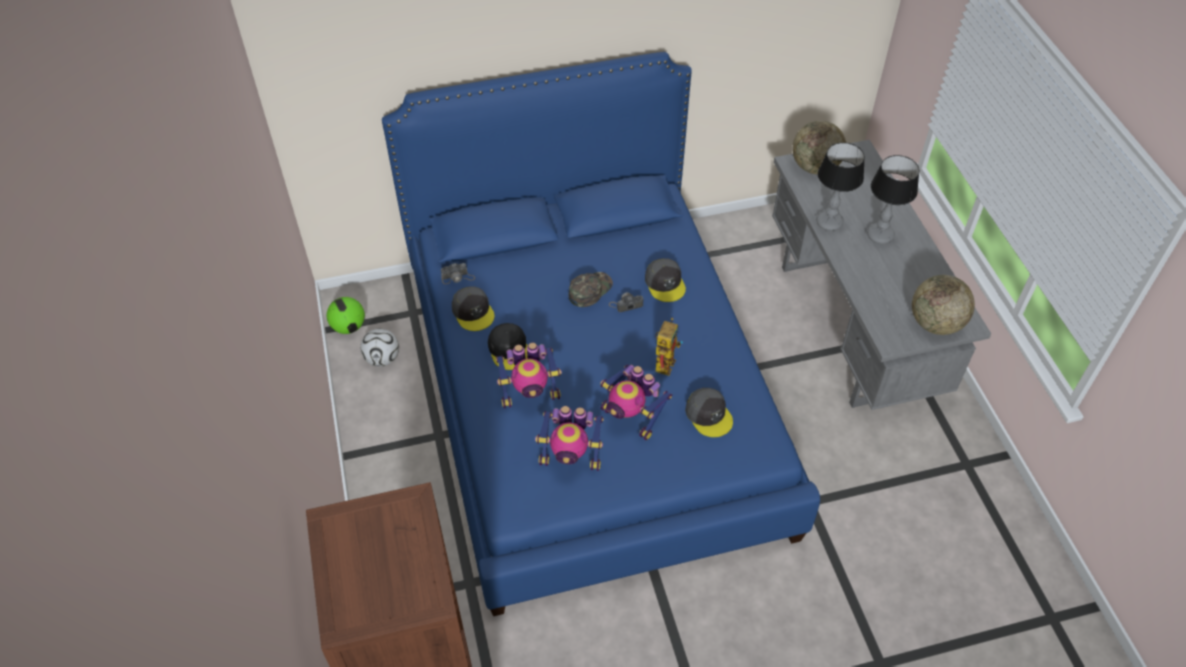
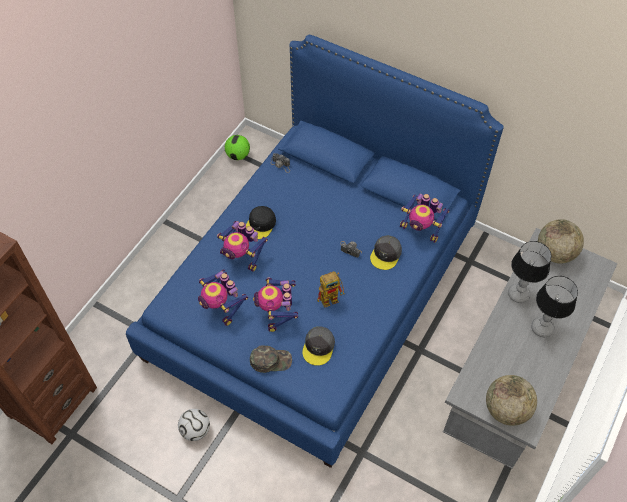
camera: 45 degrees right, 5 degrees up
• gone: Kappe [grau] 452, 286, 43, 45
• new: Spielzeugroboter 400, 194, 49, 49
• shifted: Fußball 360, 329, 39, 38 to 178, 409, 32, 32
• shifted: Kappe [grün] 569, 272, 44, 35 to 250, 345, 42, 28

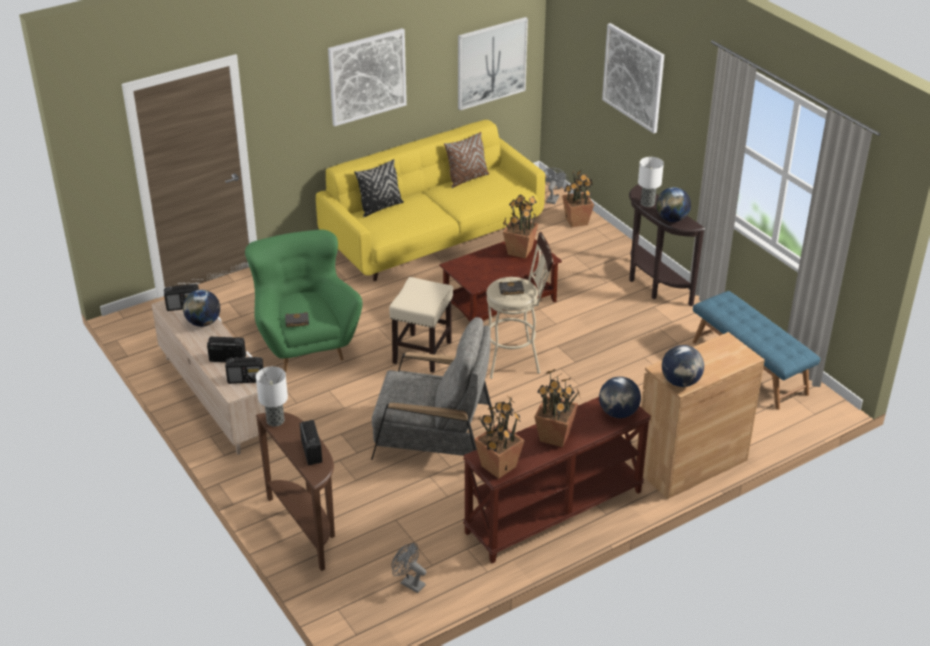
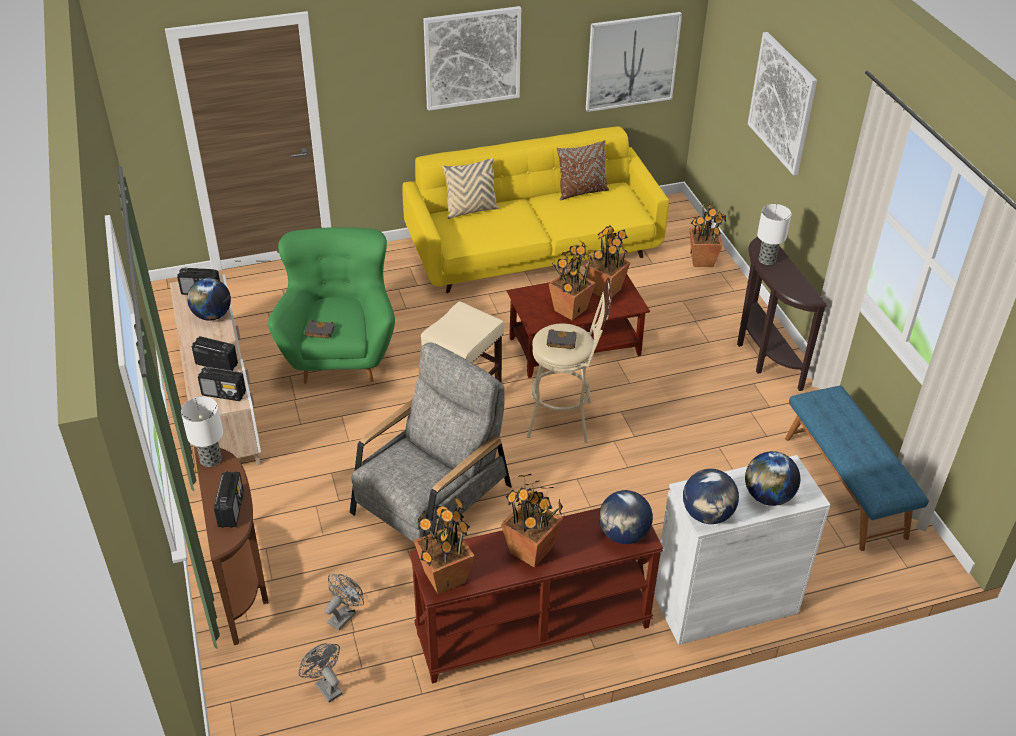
camera: 15 degrees right, 5 degrees up
• new: Topfpflanze 548, 241, 48, 79
• shifted: Ventilator [grau] 544, 168, 25, 36 to 325, 574, 39, 56
• shifted: Globus 656, 187, 35, 35 to 745, 451, 55, 55
• repainted: Kissen [schwarz] 354, 159, 50, 58 to Kissen [beige] 442, 158, 57, 61
• repainted: Schrank [braun] 636, 332, 129, 167 to Schrank [weiß] 654, 455, 176, 190
• rotated: Sessel [grau] 371, 317, 122, 143 = 350, 342, 162, 200 75 degrees counterclockwise

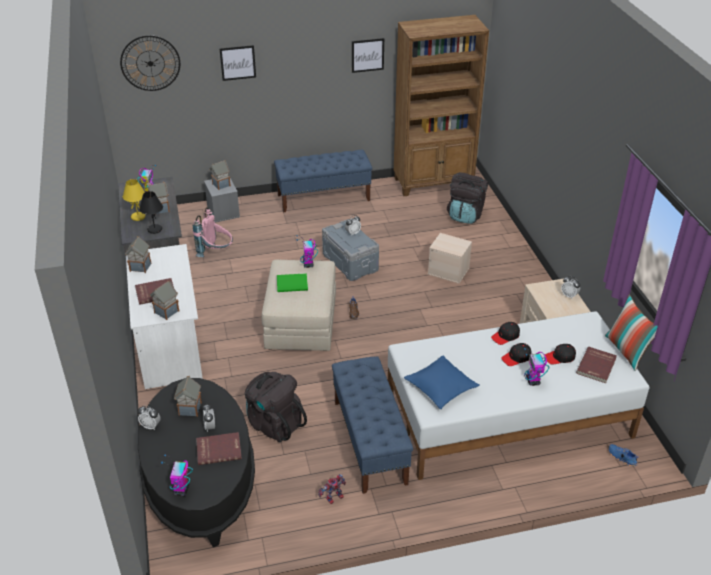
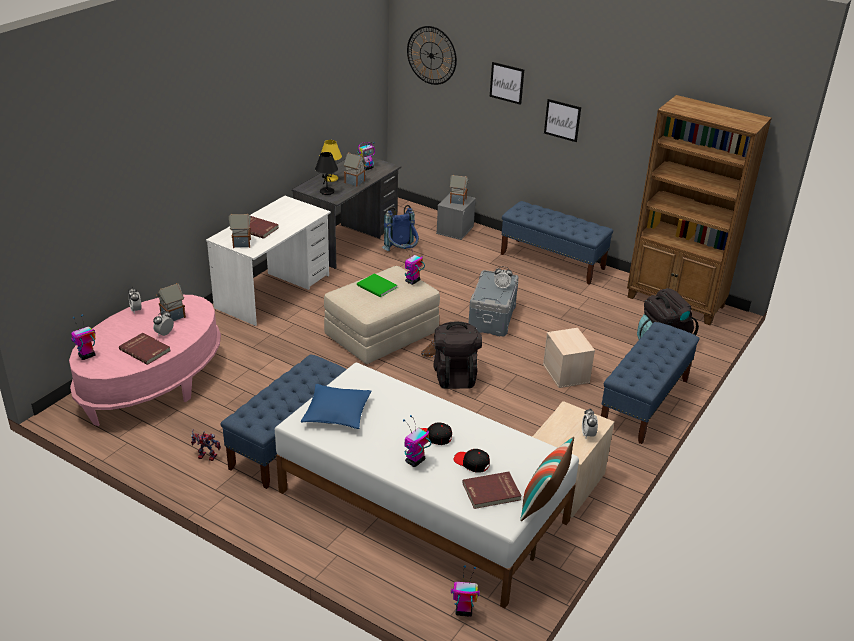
camera: 45 degrees right, 5 degrees down
• gone: Spielzeughaus 125, 236, 27, 37
• gone: Kappe [schwarz] 491, 322, 29, 23
• new: Bank [blau] 601, 322, 99, 122
• shifted: Rucksack [schwarz] 245, 372, 62, 70 to 433, 321, 49, 68
• shifted: Bild 352, 38, 32, 35 to 544, 99, 37, 43
• swapped: Schuh [blau] 609, 444, 29, 23 to Spielzeugroboter 451, 565, 29, 52
• repainted: Couchtisch [schwarz] 138, 378, 117, 169 to Couchtisch [rosa] 69, 295, 152, 131
• repainted: Rucksack [rosa] 193, 207, 40, 50 to Rucksack [blau] 382, 205, 37, 46

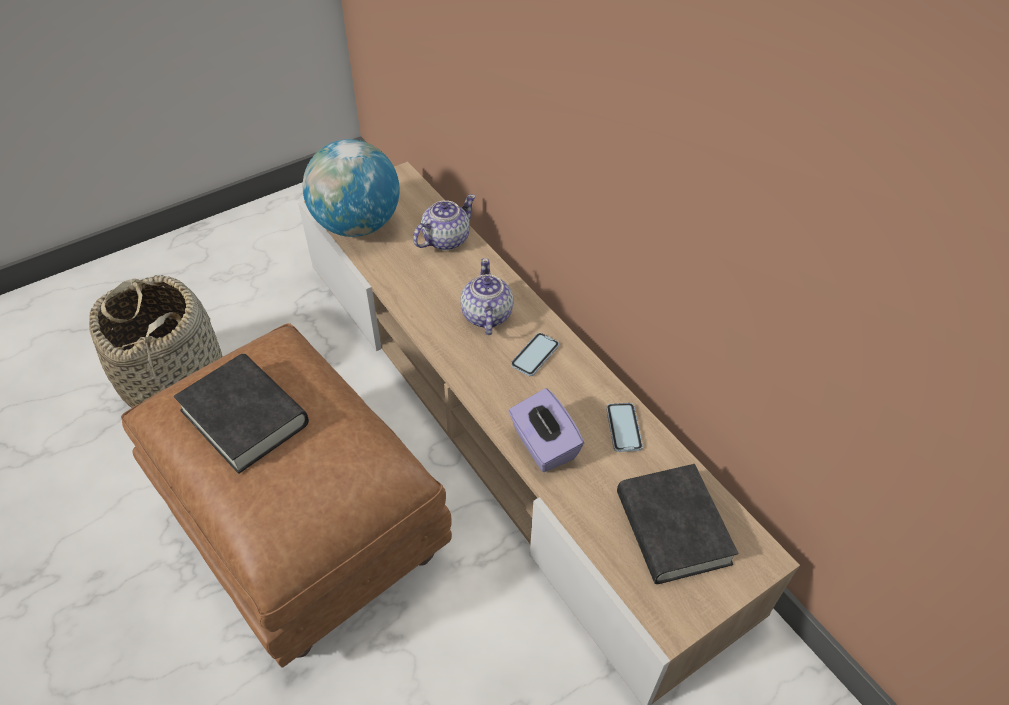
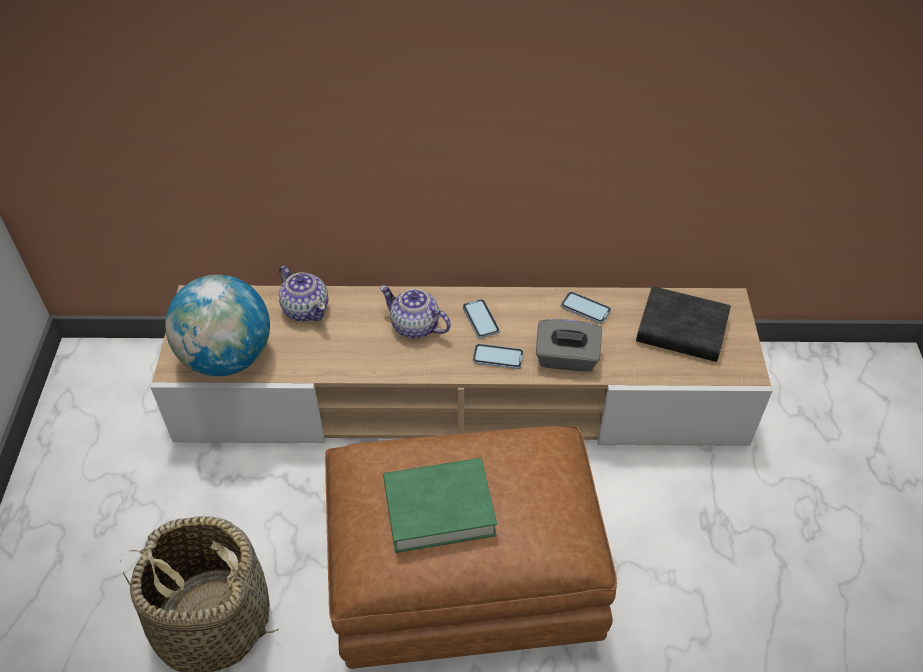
camera: 55 degrees left, 0 degrees up
• new: Handy 472, 344, 52, 25
• repainted: Buch [schwarz] 174, 353, 135, 121 to Buch [grün] 383, 458, 114, 95
• repainted: Taschentuchbox [lila] 508, 388, 76, 84 to Taschentuchbox [grau] 536, 319, 66, 53
• rotated: Teekanne 413, 194, 63, 56 = 279, 266, 50, 56 150 degrees clockwise

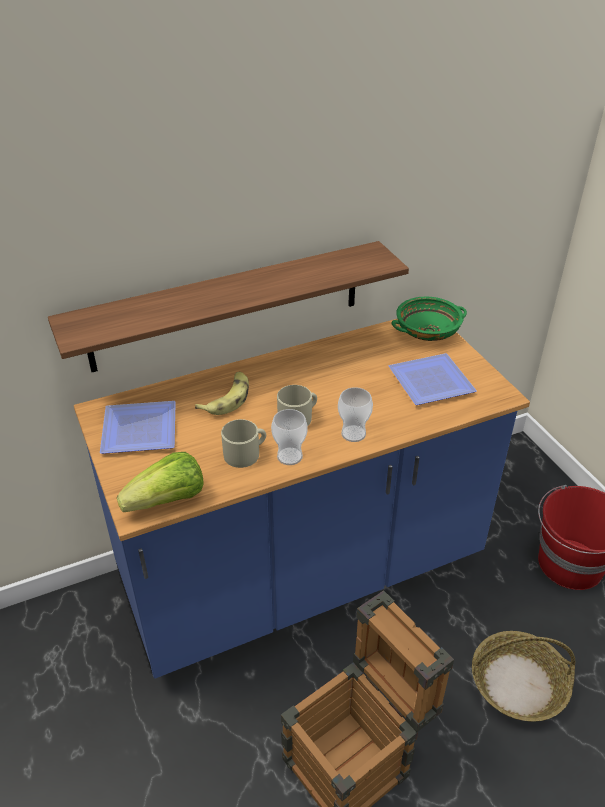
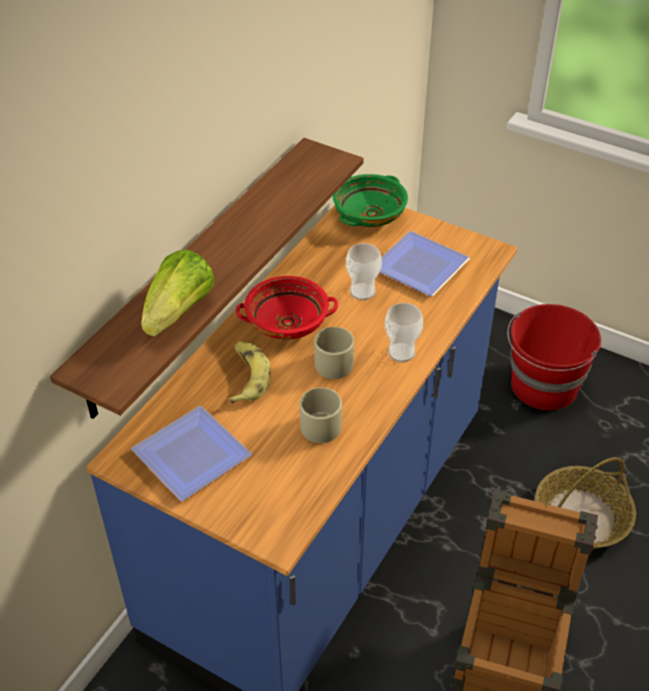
camera: 35 degrees left, 5 degrees up
• new: Schüssel [rot] 236, 276, 102, 64
• shifted: Salatkopf 117, 452, 87, 60 to 141, 249, 74, 87
• shifted: Tasse 271, 409, 37, 56 to 346, 243, 36, 57

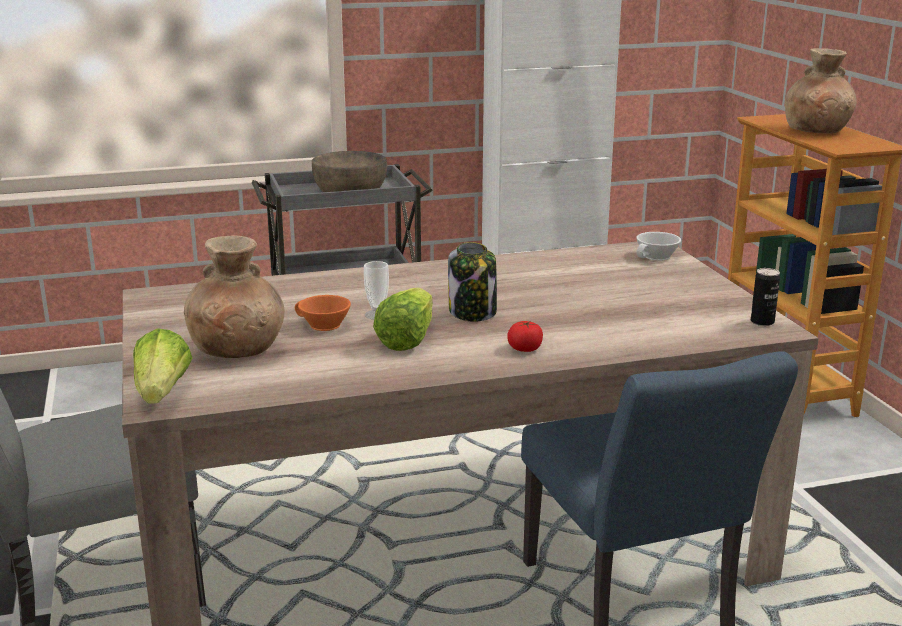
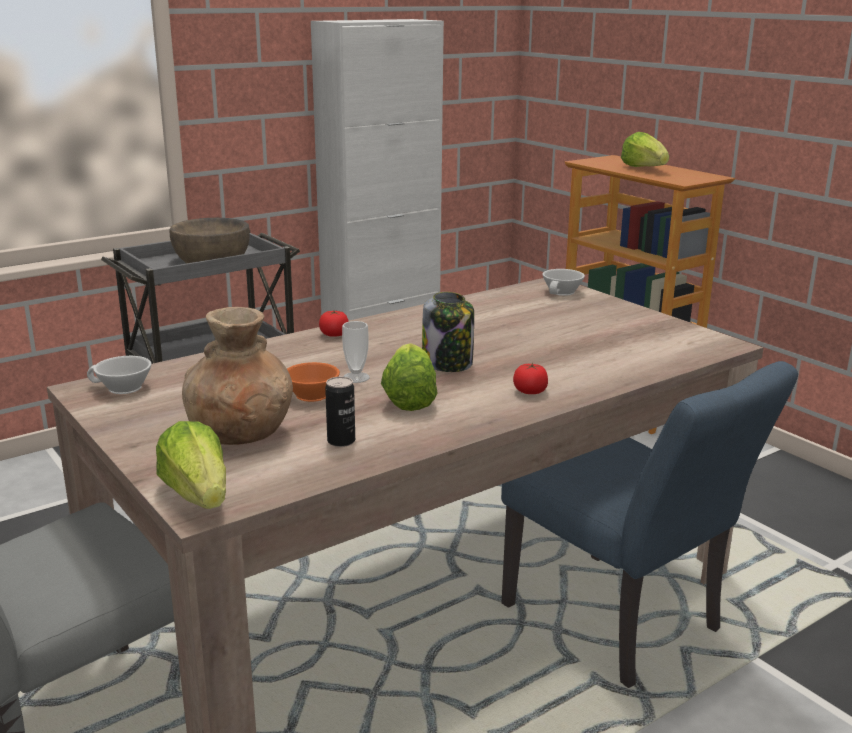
camera: 20 degrees left, 0 degrees up
• new: Tasse [weiß] 87, 356, 64, 38
• new: Tomate 319, 311, 30, 26
• shifted: Dose 751, 268, 29, 58 to 325, 377, 30, 70
• swapped: Vase [braun] 785, 48, 72, 86 to Salatkopf 621, 132, 48, 35

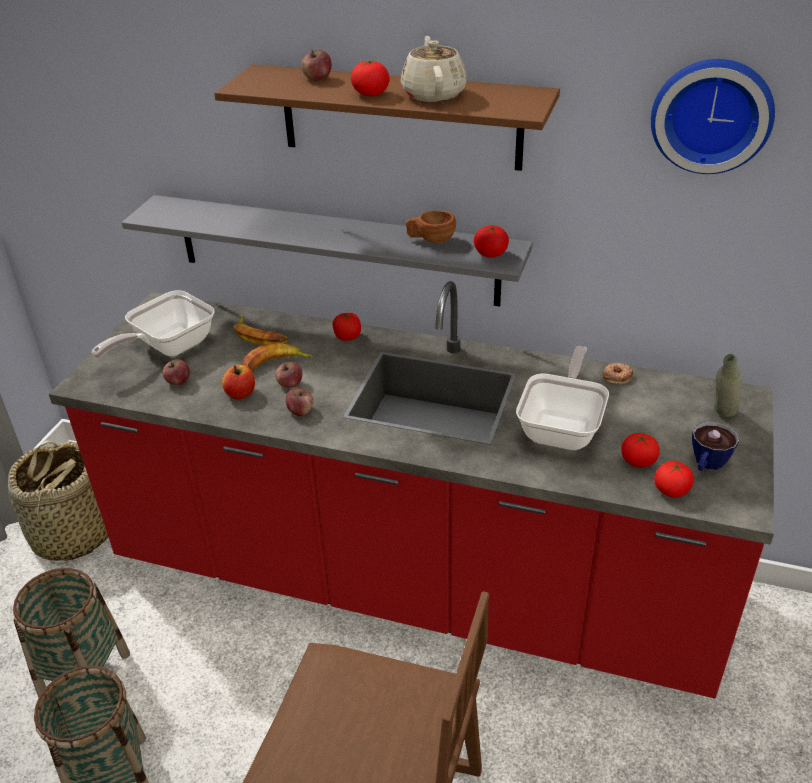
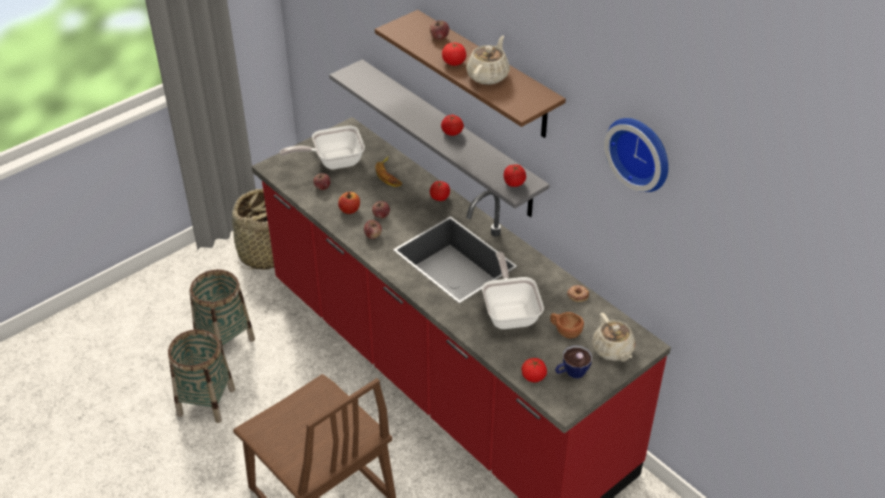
camera: 30 degrees right, 5 degrees up
• gone: Banane 241, 343, 73, 28
• shifted: Tasse [braun] 406, 211, 50, 33 to 550, 312, 34, 27
• shifted: Tomate 621, 433, 39, 35 to 441, 115, 23, 21
• swapped: Flasche [grau] 715, 354, 27, 64 to Teekanne [beige] 592, 313, 43, 48
• rotated: Pfanne 516, 346, 93, 104 = 482, 252, 62, 77 60 degrees counterclockwise

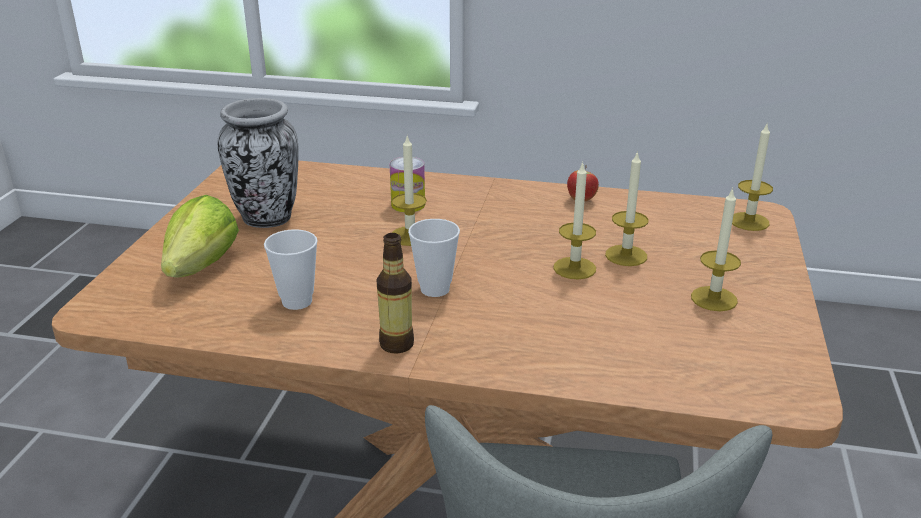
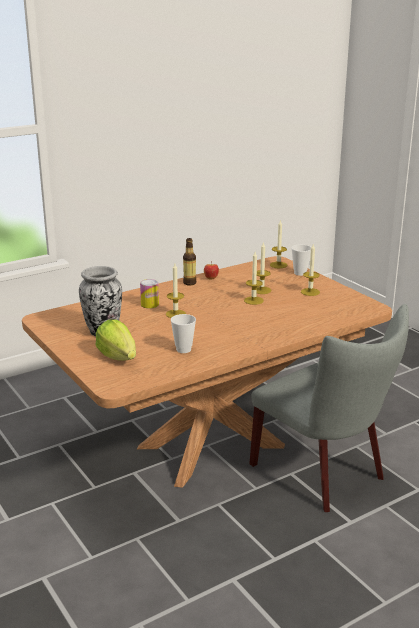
camera: 45 degrees left, 5 degrees down
• shifted: Flasche 376, 233, 38, 121 to 183, 238, 13, 47
• shifted: Tasse 408, 219, 52, 78 to 291, 245, 20, 31

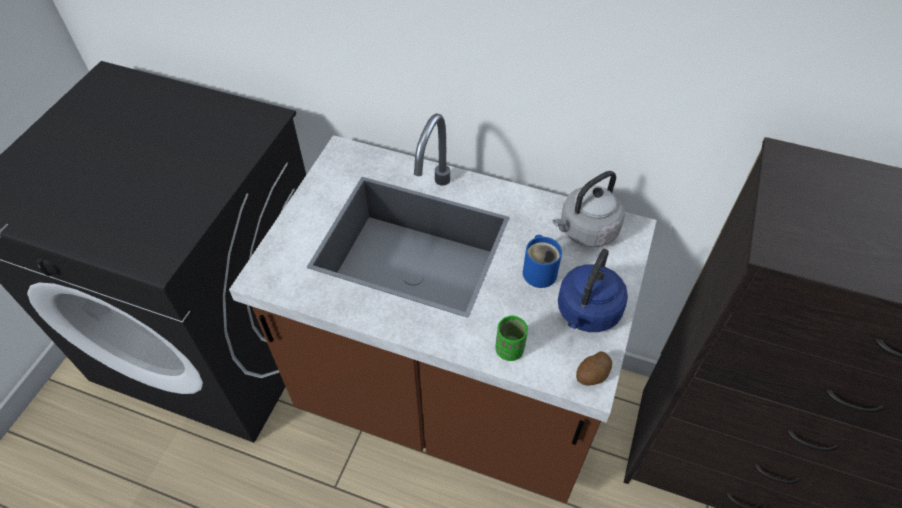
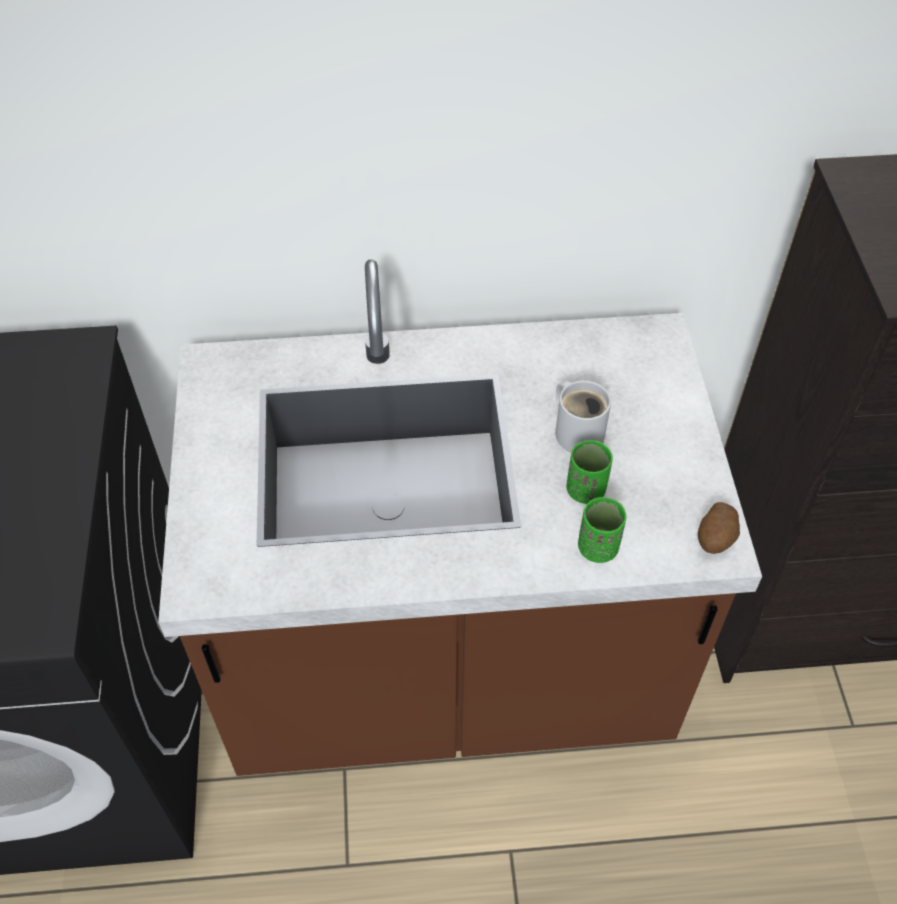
camera: 25 degrees left, 0 degrees up
• gone: Wasserkessel [grau] 553, 171, 72, 76
• gone: Wasserkessel [blau] 558, 249, 70, 83
• new: Tasse [grün] 567, 440, 46, 64
• repainted: Henkelbecher [blau] 523, 235, 39, 53 to Henkelbecher [weiß] 555, 380, 56, 72

